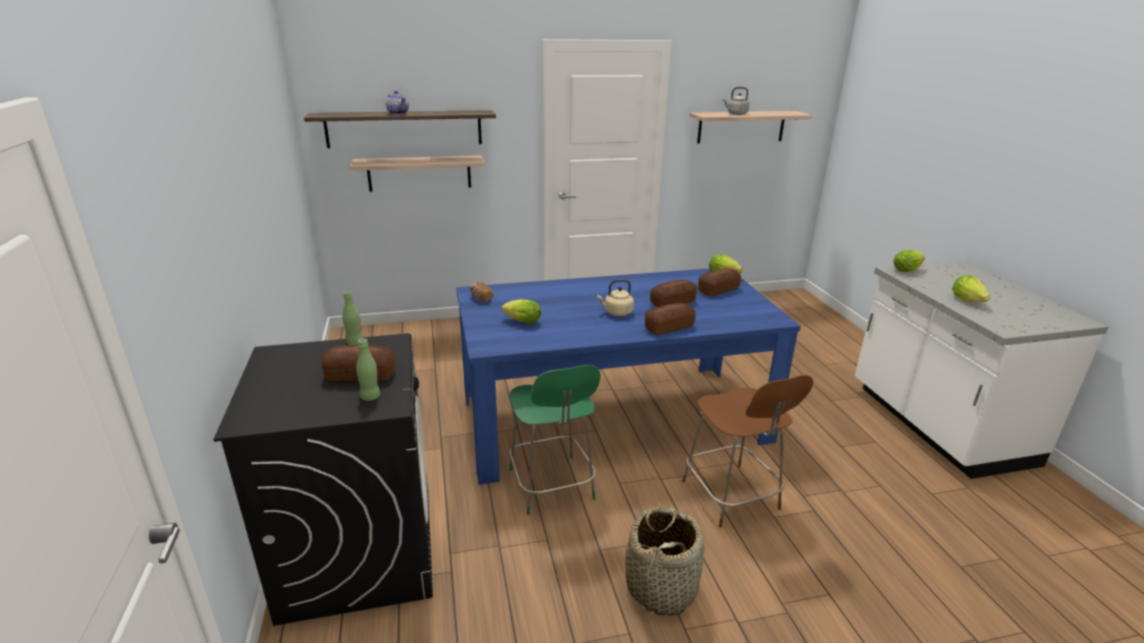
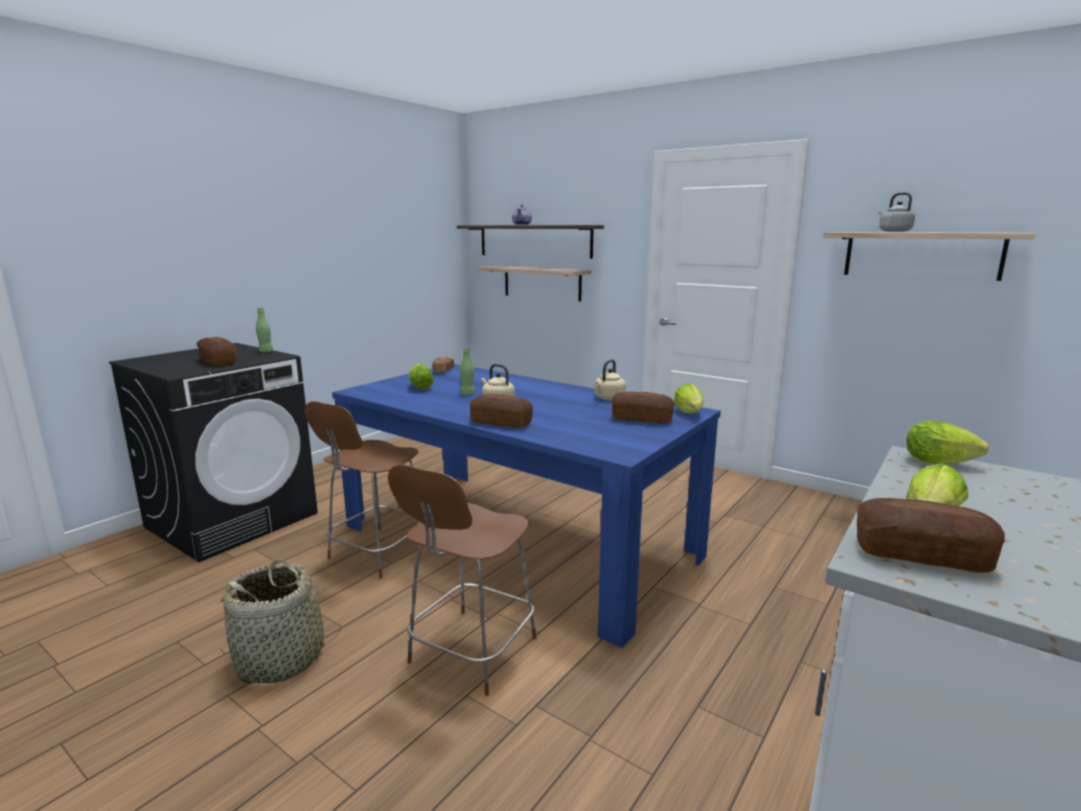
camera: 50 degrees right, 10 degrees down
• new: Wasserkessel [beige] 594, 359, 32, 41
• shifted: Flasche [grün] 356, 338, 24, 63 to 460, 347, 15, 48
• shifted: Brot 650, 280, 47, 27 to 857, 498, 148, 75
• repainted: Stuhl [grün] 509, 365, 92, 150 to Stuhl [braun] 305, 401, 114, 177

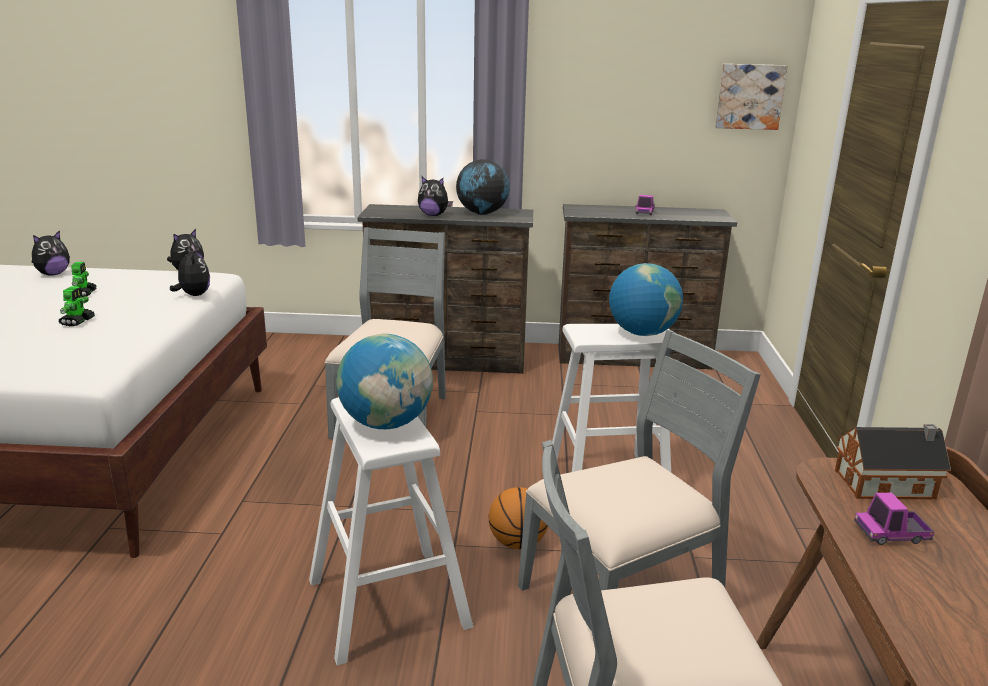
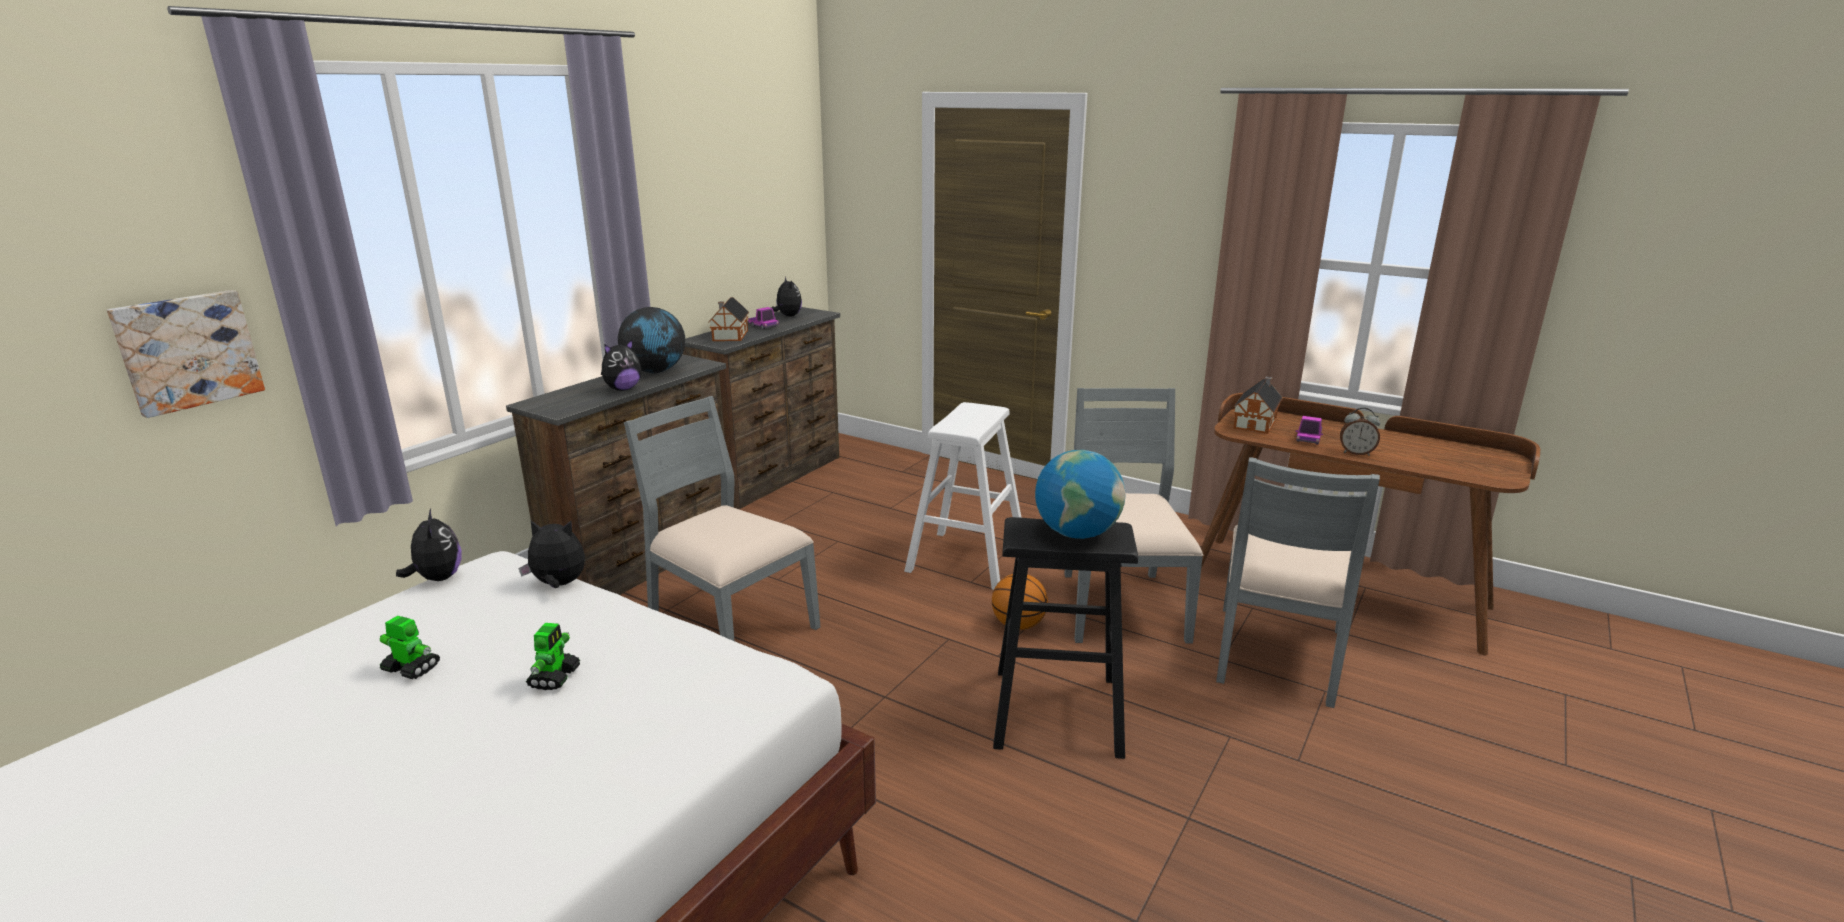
camera: 60 degrees left, 0 degrees up
• gone: Globus 609, 263, 74, 73
• new: Spielzeughaus 708, 297, 41, 44
• new: Wecker 1340, 408, 40, 48
• shifted: Plüschtier 32, 230, 38, 46 to 772, 277, 30, 39
• shifted: Bild 715, 64, 73, 66 to 107, 290, 158, 128
• repainted: Hocker [weiß] 309, 397, 164, 269 to Hocker [schwarz] 993, 517, 145, 242
• rotated: Spielzeugroboter 59, 286, 36, 40 = 526, 623, 55, 67 60 degrees clockwise

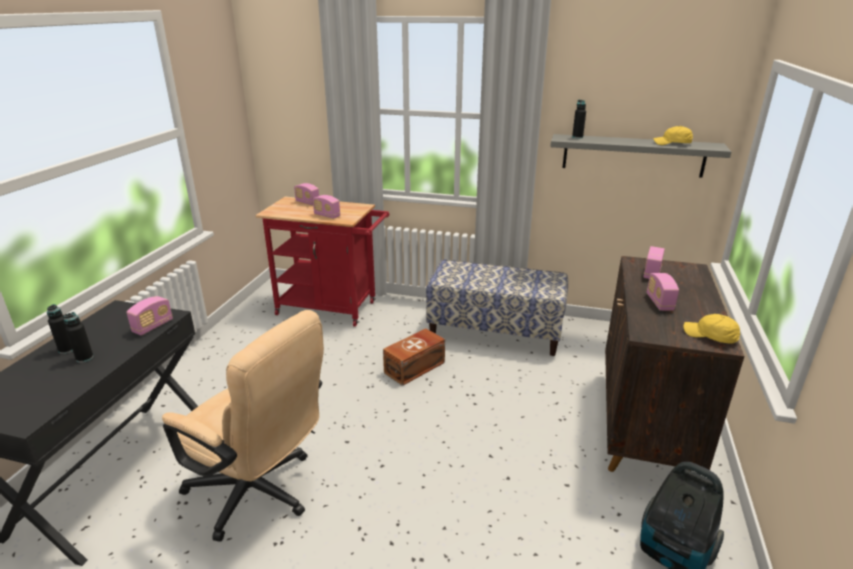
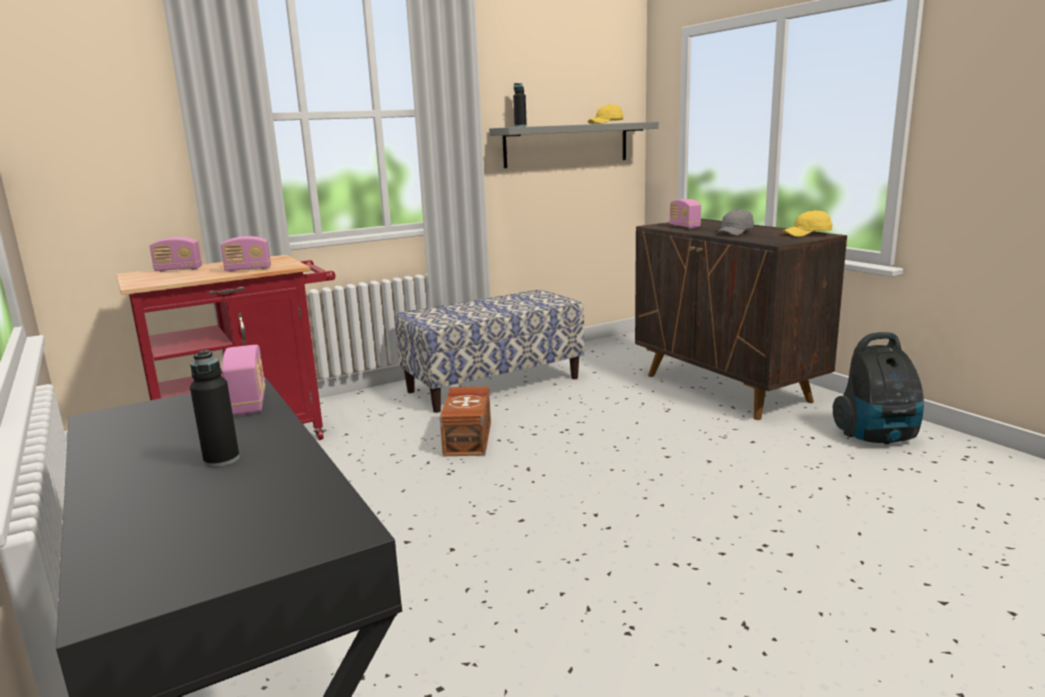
camera: 45 degrees left, 10 degrees down
• gone: Flasche [schwarz] 47, 304, 26, 50
• gone: Bürostuhl [beige] 162, 310, 162, 232
• swapped: Radio 647, 273, 32, 38 to Kappe [grau] 716, 209, 38, 27

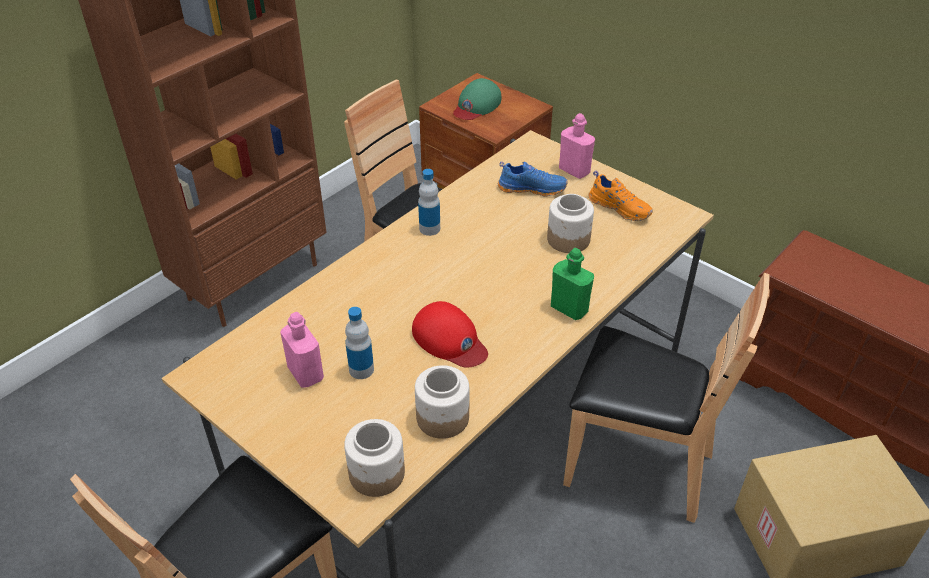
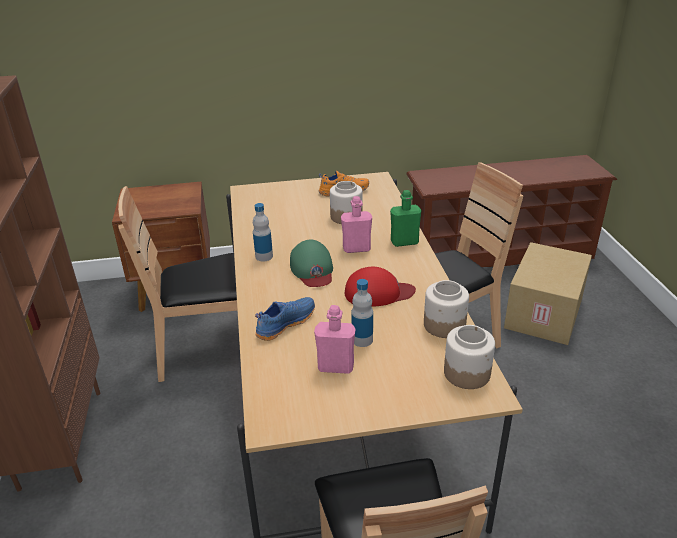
camera: 50 degrees left, 10 degrees down
• shifted: Kappe [grün] 453, 78, 48, 42 to 290, 240, 43, 47
• shifted: Schuh [blau] 498, 162, 70, 35 to 255, 297, 60, 44
• shifted: Flasche [rosa] 559, 113, 36, 66 to 341, 196, 31, 57

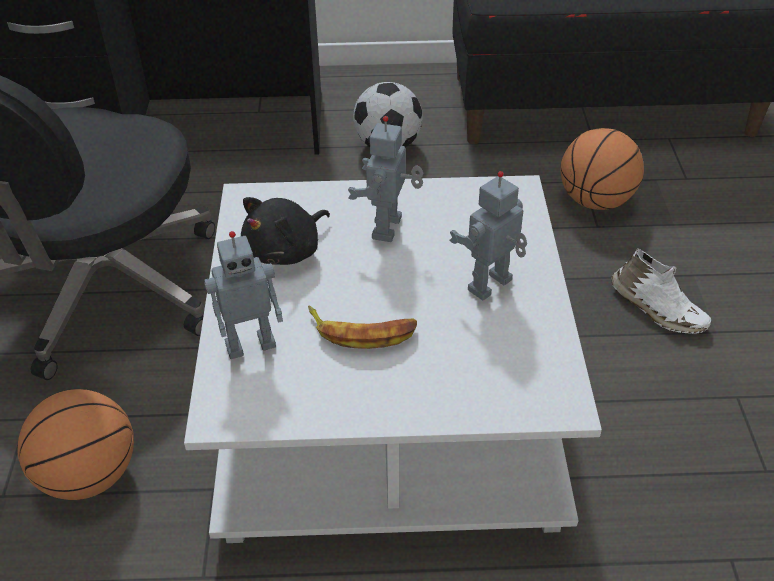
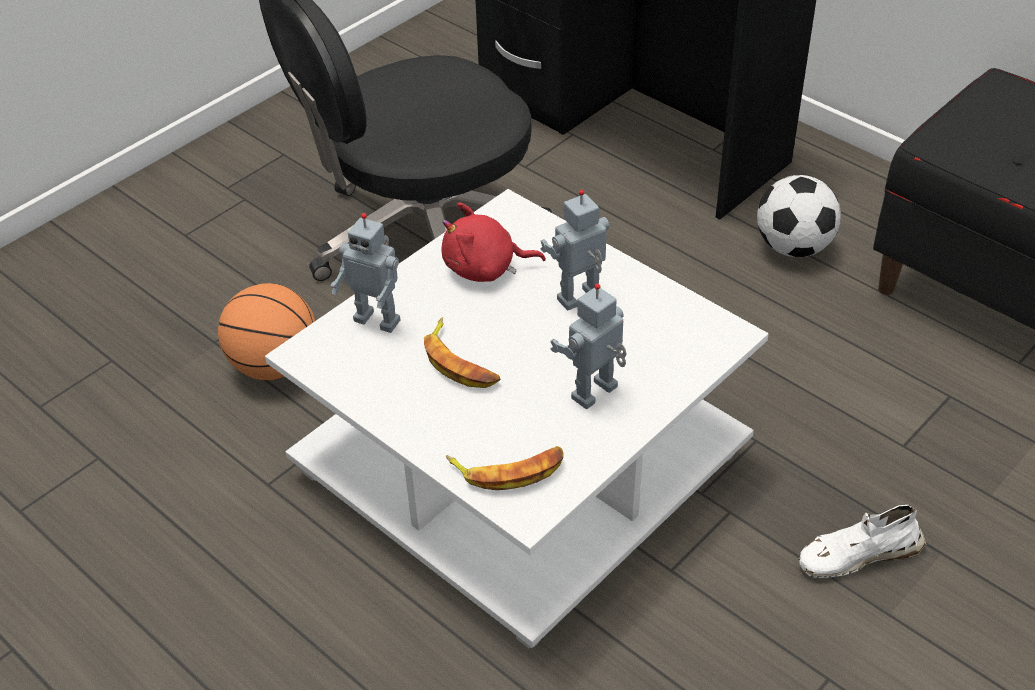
camera: 45 degrees right, 0 degrees up
• gone: Basketball 561, 128, 83, 82
• new: Banane 446, 446, 118, 44
• repainted: Plüschtier [schwarz] 241, 197, 89, 68 to Plüschtier [rot] 441, 202, 105, 80
• rotated: Spielzeugroboter 450, 171, 77, 129 = 550, 283, 77, 126 45 degrees counterclockwise
• rotated: Schuh [weiß] 611, 248, 100, 86 = 798, 505, 128, 73 75 degrees clockwise

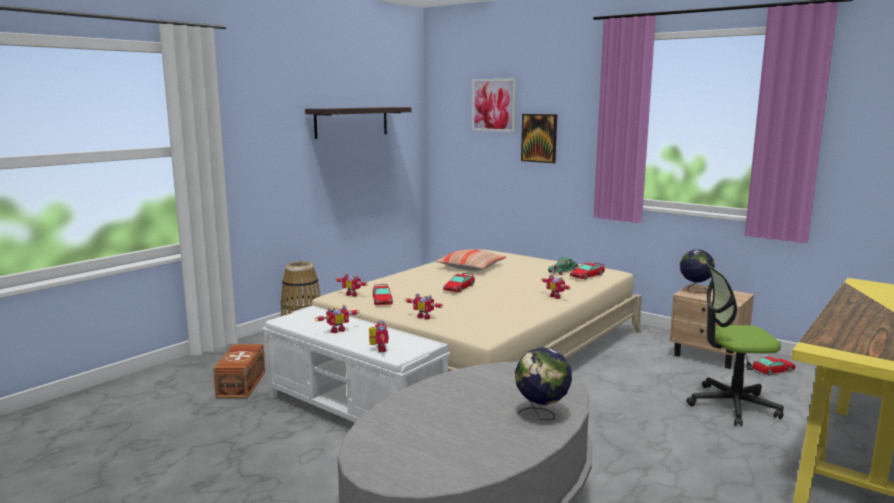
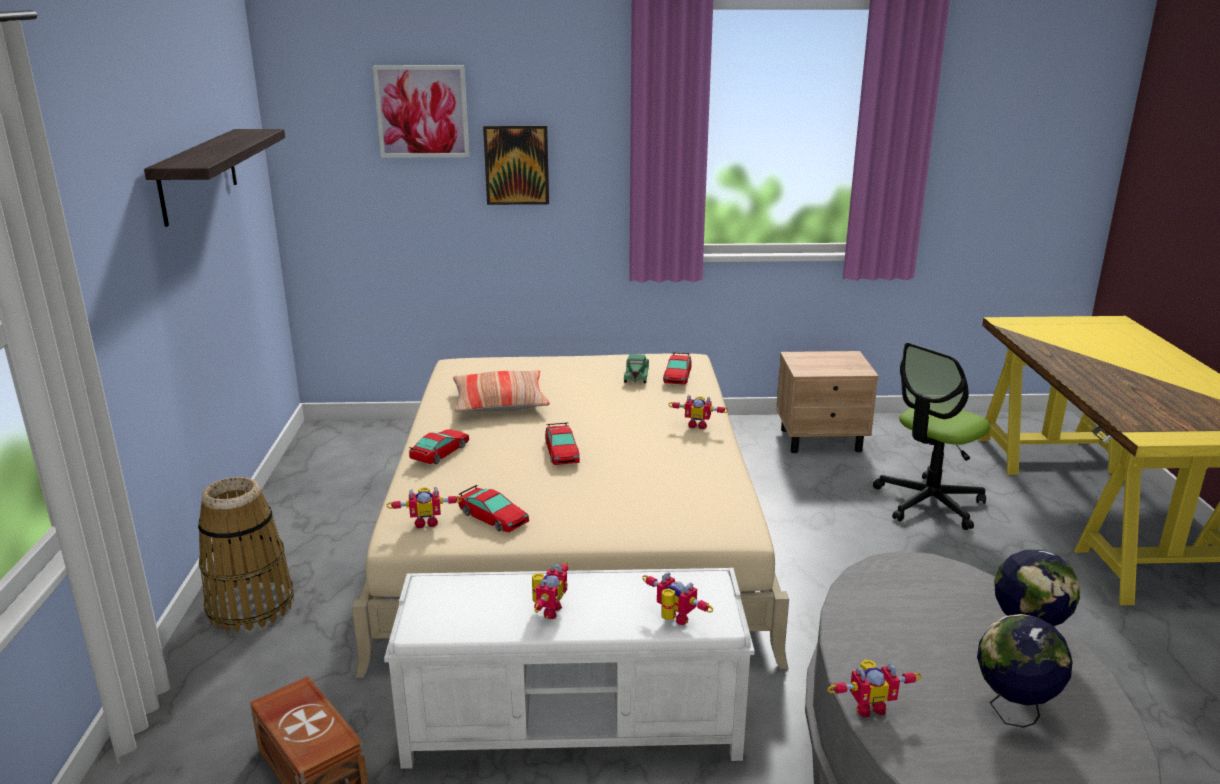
camera: 40 degrees left, 10 degrees up
• shifted: Spielzeugroboter 404, 293, 39, 27 to 827, 659, 95, 59
• shifted: Globus 680, 250, 35, 43 to 977, 614, 96, 114
• shifted: Spielzeugauto 752, 356, 44, 20 to 409, 429, 60, 35

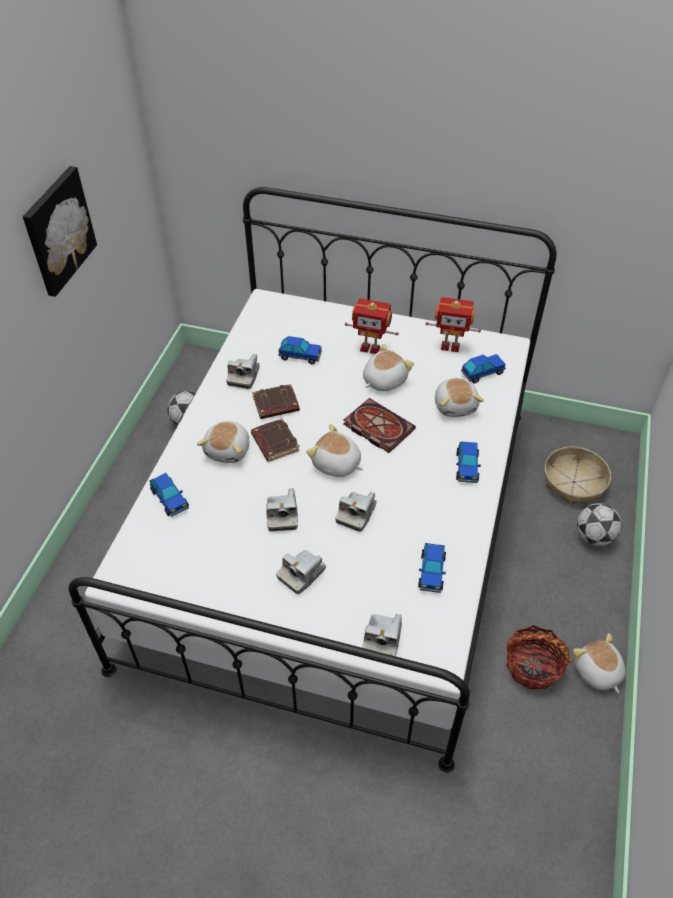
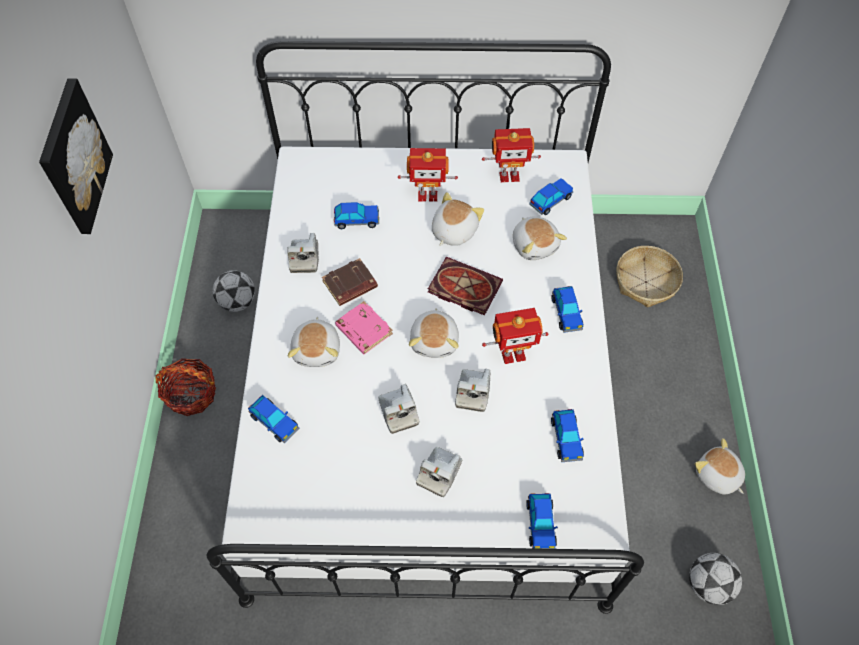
camera: 15 degrees left, 10 degrees up
• new: Spielzeugroboter 482, 308, 67, 56
• shifted: Korb 506, 625, 66, 65 to 155, 358, 61, 58
• shifted: Fußball 577, 503, 45, 43 to 689, 553, 53, 52
• swapped: Kamera 362, 614, 40, 42 to Spielzeugauto 526, 493, 32, 56
• repainted: Buch [braun] 251, 418, 49, 44 to Buch [rosa] 335, 301, 58, 53
• rotated: Plüschtier 306, 424, 57, 53 = 409, 308, 50, 50 105 degrees counterclockwise

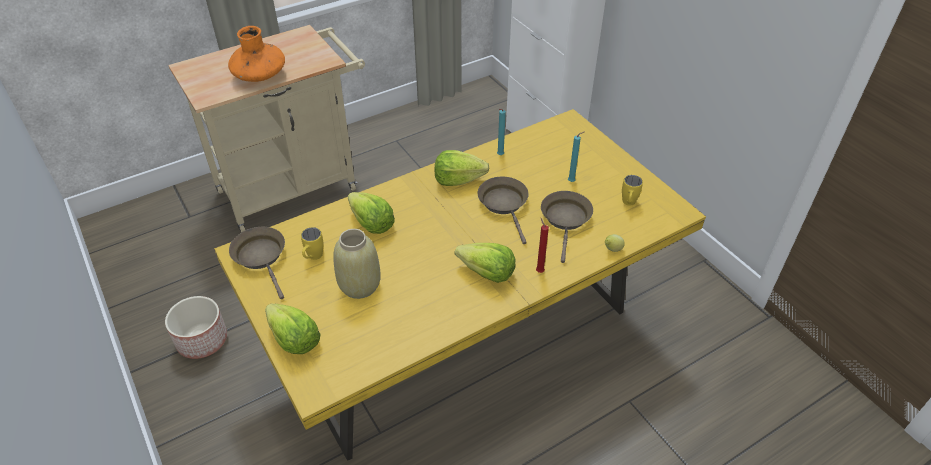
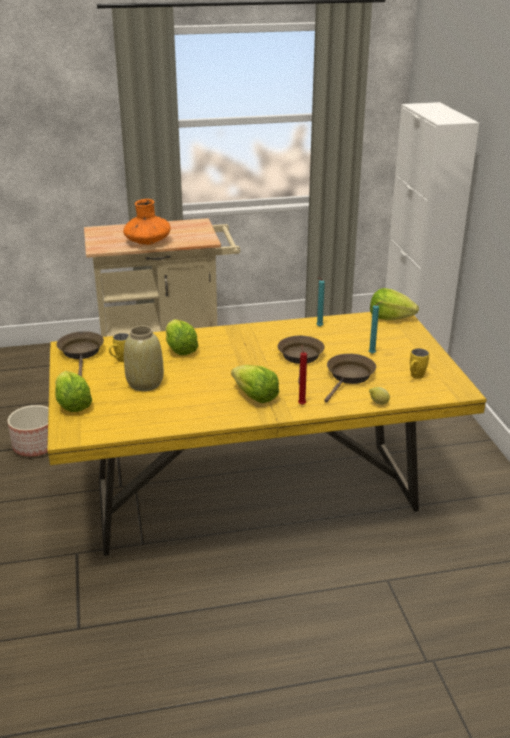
camera: 20 degrees right, 15 degrees down
• shifted: Salatkopf 435, 150, 54, 36 to 370, 288, 49, 32

